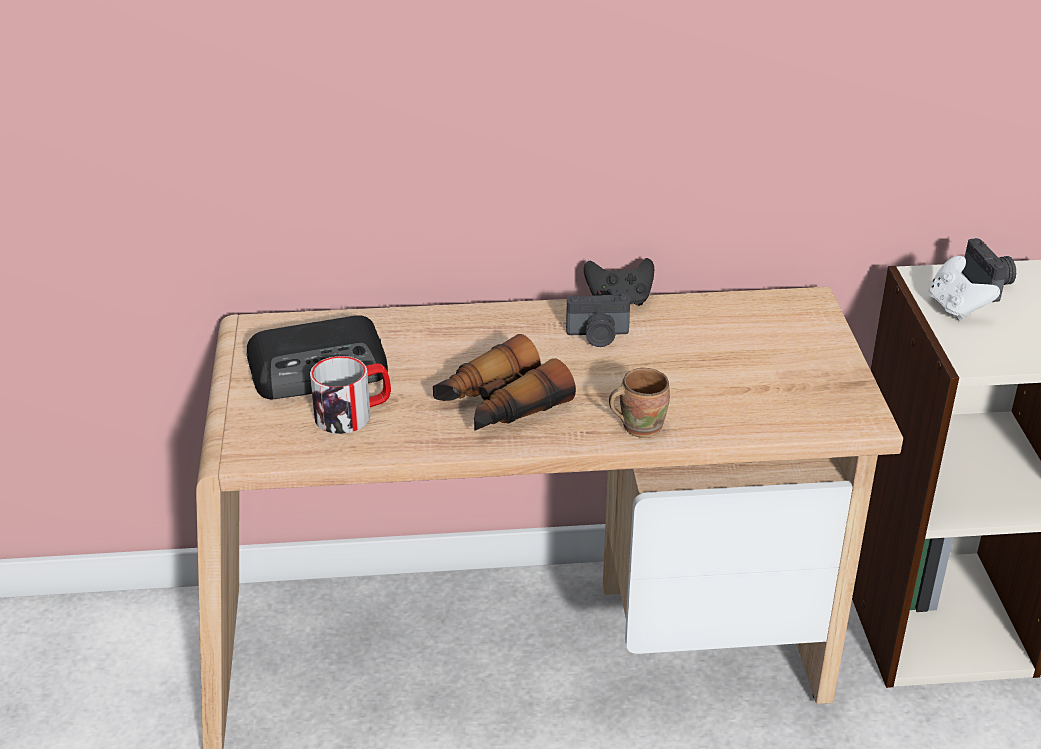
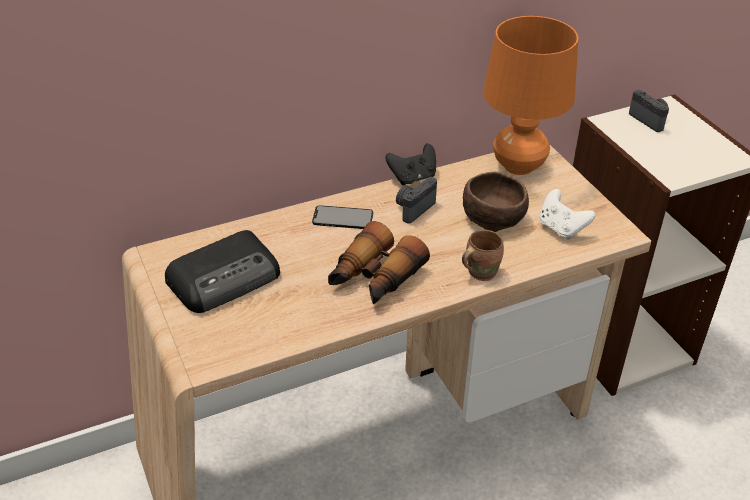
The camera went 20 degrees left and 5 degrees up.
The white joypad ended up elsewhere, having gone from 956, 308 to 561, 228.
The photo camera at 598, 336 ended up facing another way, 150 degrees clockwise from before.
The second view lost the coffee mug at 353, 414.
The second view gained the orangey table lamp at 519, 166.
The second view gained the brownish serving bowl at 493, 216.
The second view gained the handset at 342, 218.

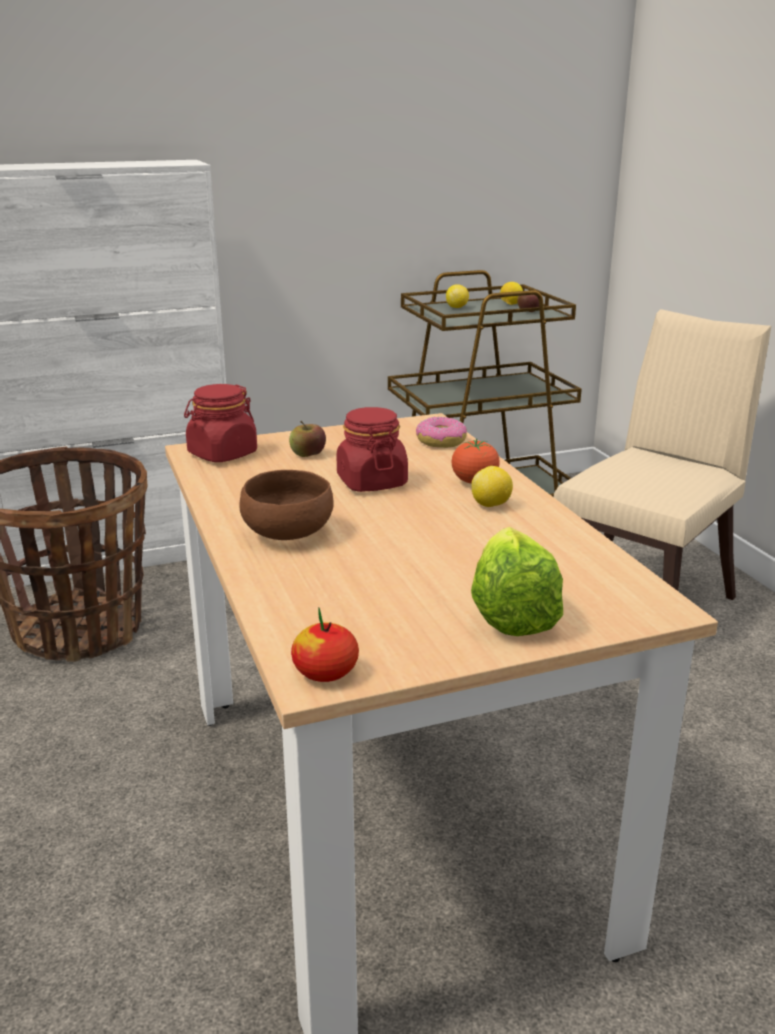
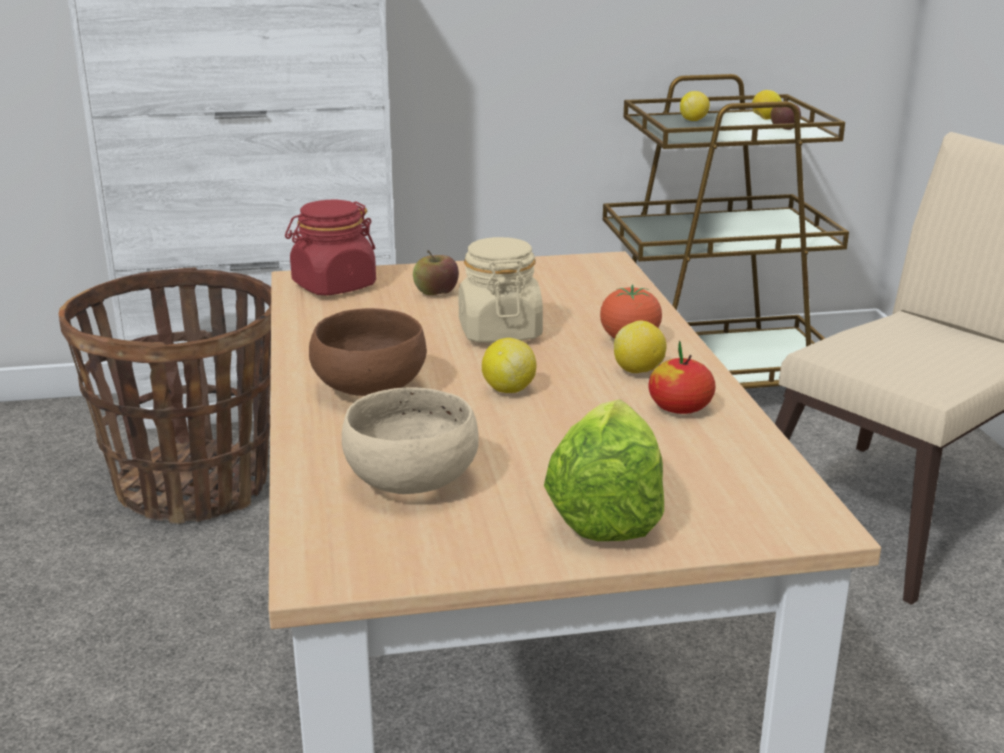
The camera went 10 degrees right and 0 degrees up.
What was the red-coloured preserve jar at 371, 482 turned into the beige preserve jar at 499, 332.
The second view lost the doughnut at 440, 441.
The whole apple ended up elsewhere, having gone from 325, 672 to 680, 408.
The second view gained the lemon at 508, 389.
The second view gained the beige serving bowl at 410, 479.

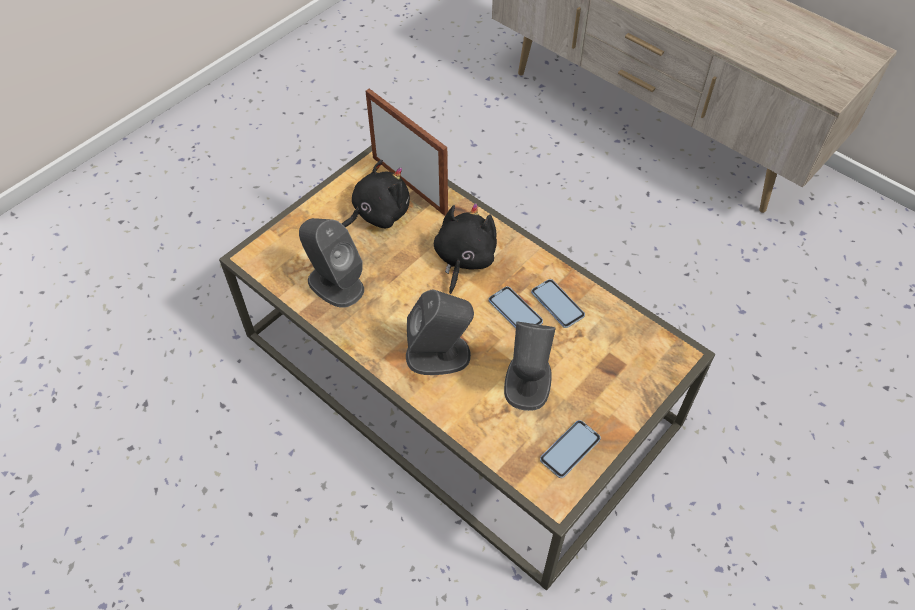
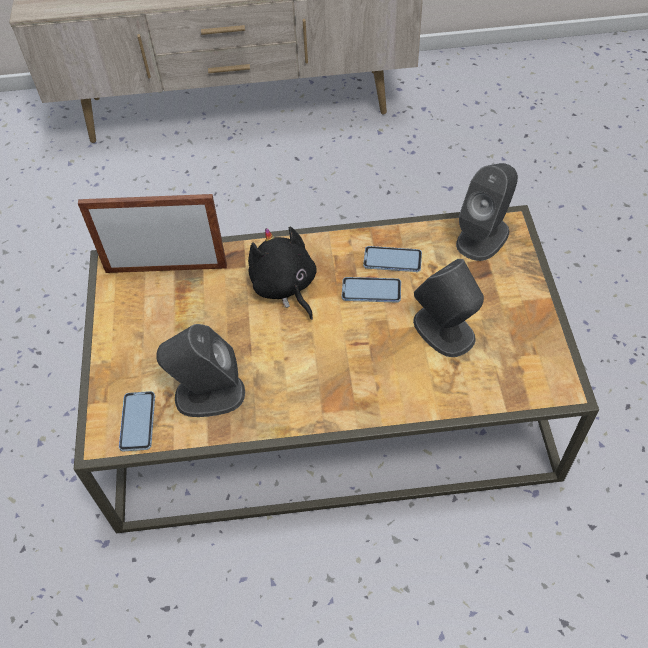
The camera went 45 degrees left and 0 degrees up.
The second view lost the black-coloured cuddly toy at 377, 214.
The greyish loudspeaker ended up elsewhere, having gone from 439, 355 to 483, 237.
The handset ended up elsewhere, having gone from 570, 449 to 138, 422.

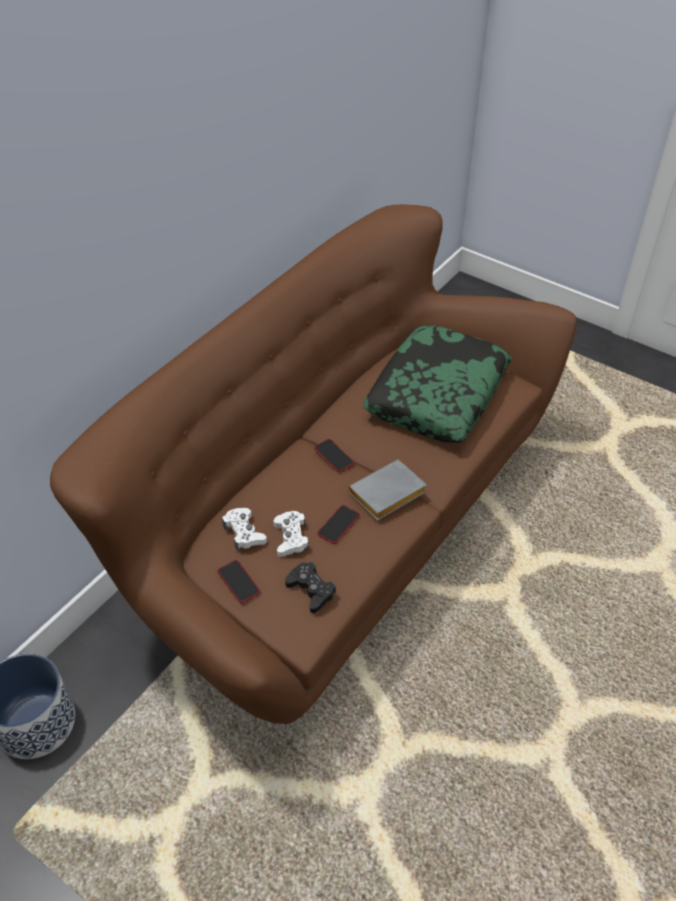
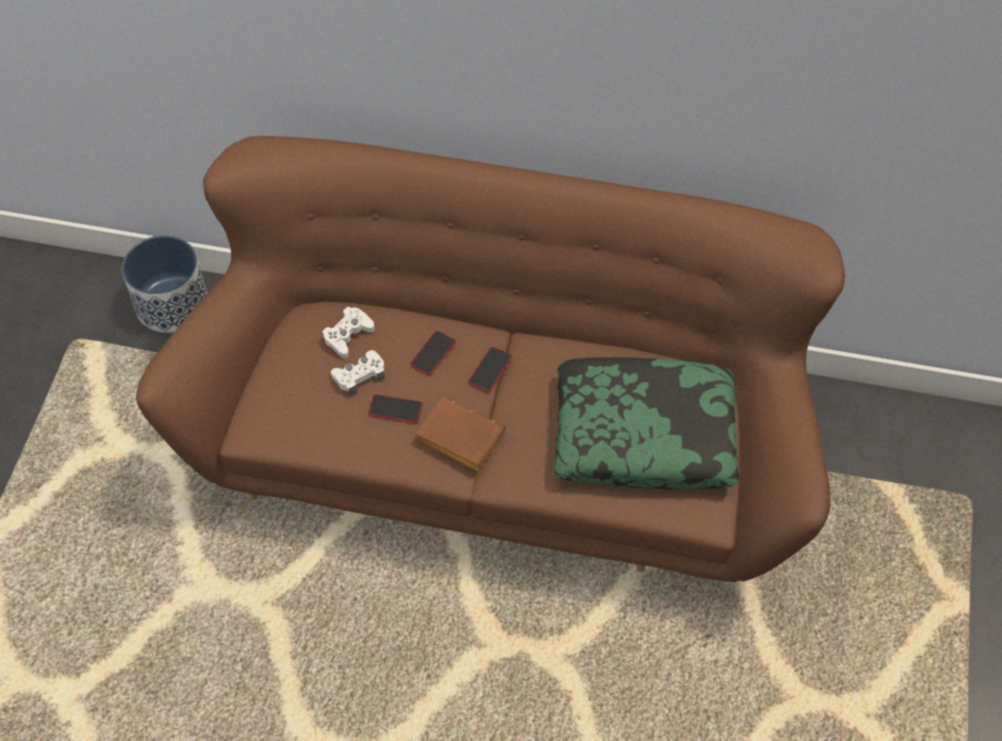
The camera went 65 degrees right and 10 degrees up.
What was the greyish volume at 387, 496 turned into the brownish volume at 456, 438.
The handset ended up elsewhere, having gone from 238, 582 to 433, 353.
The second view lost the black-coloured joypad at 311, 590.

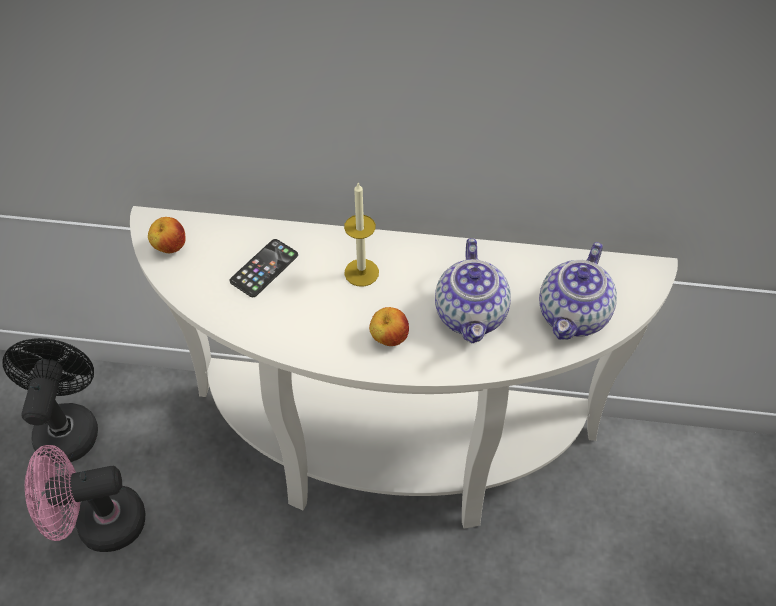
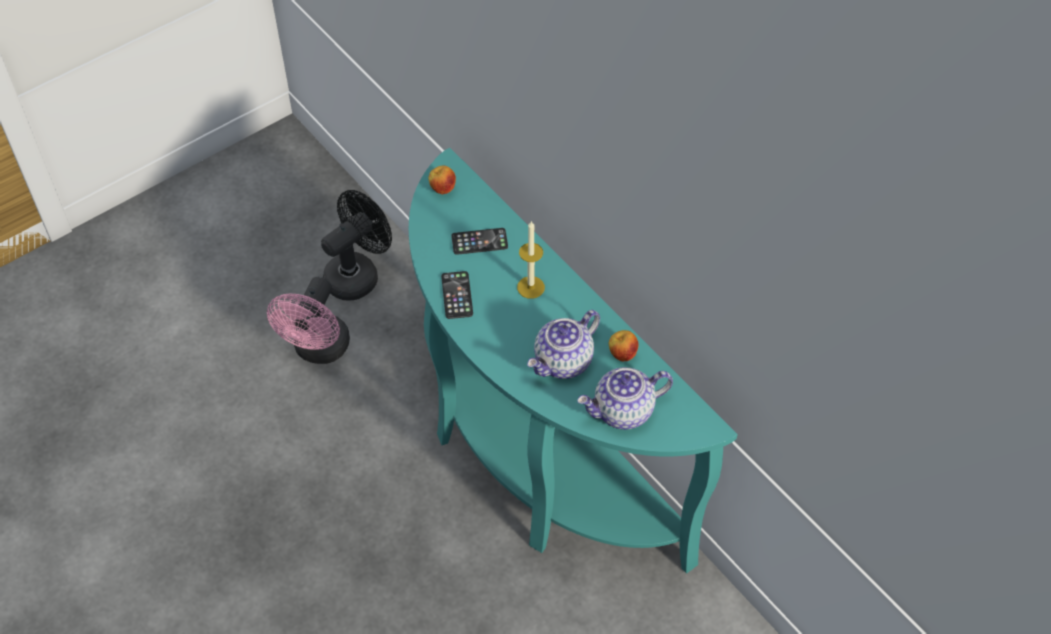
The camera went 45 degrees right and 0 degrees up.
What was the white narrow table at 389, 455 turned into the turquoise-coloured narrow table at 533, 459.
The whole apple ended up elsewhere, having gone from 389, 338 to 622, 354.
The pink fan at 99, 524 ended up facing another way, 105 degrees counterclockwise from before.
The second view gained the handset at 457, 295.

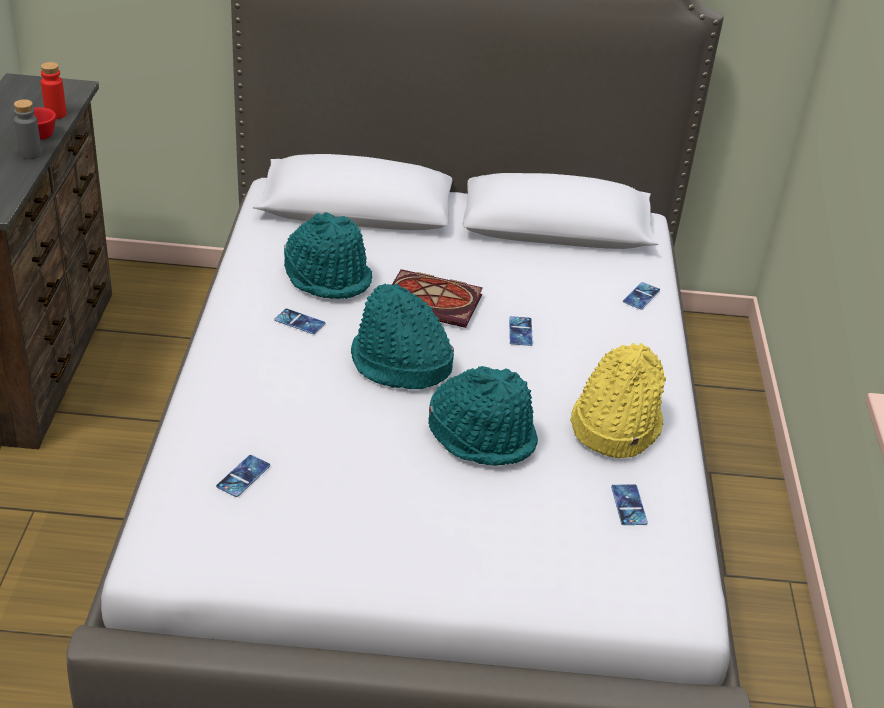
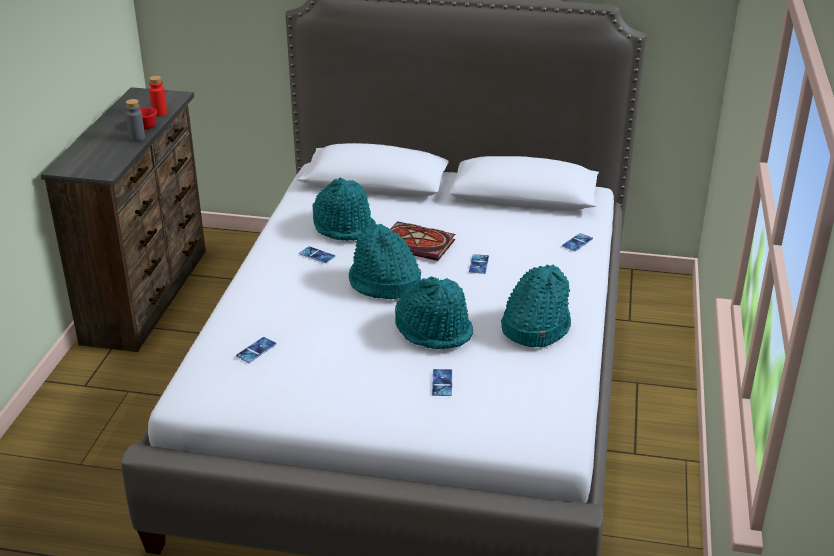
The camera went 10 degrees right and 5 degrees down.
What was the yellow clothing hat at 614, 425 turned into the turquoise-coloured clothing hat at 534, 326.
The handset ended up elsewhere, having gone from 629, 505 to 442, 383.

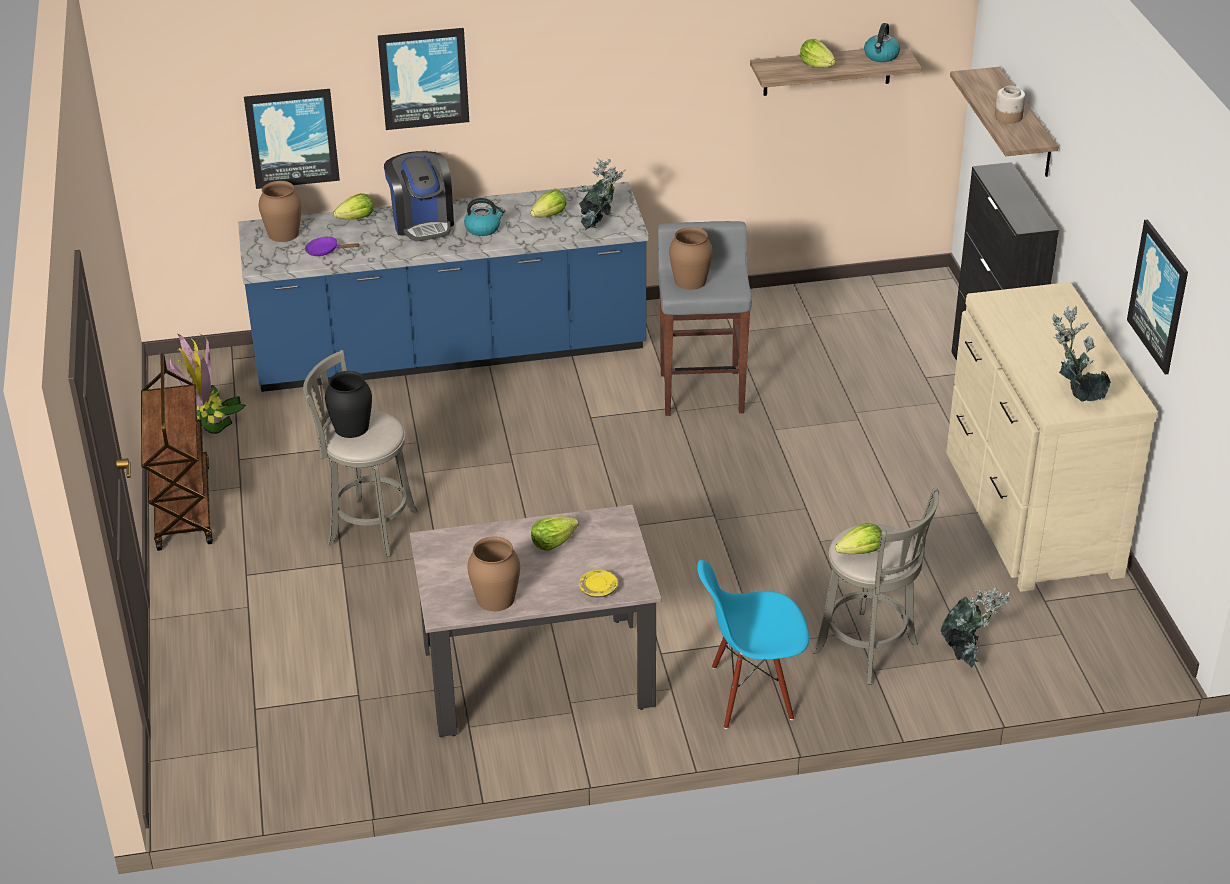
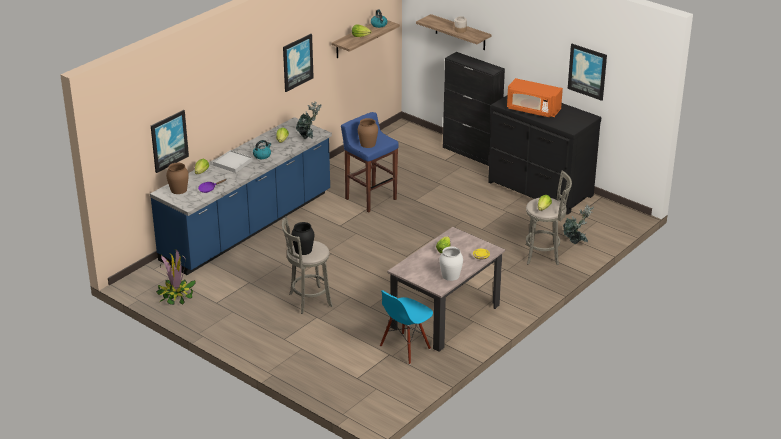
The camera went 40 degrees left and 5 degrees down.
The wall picture ended up elsewhere, having gone from 423, 78 to 297, 62.
Where the coffee machine stood at 422, 222, the white serving tray came to stand at 232, 163.
What was the greyish stool at 702, 392 turned into the blue stool at 370, 199.
What was the beige drawer chest at 1029, 515 turned into the black-coloured drawer chest at 539, 189.
The second view lost the plant in a pot at 1075, 397.
The second view lost the brownish wheeled cart at 182, 506.
What was the brownish decorative vase at 495, 598 turned into the white decorative vase at 450, 275.
The blue plain chair ended up elsewhere, having gone from 751, 694 to 405, 348.
The second view gained the orangey microwave at 533, 110.

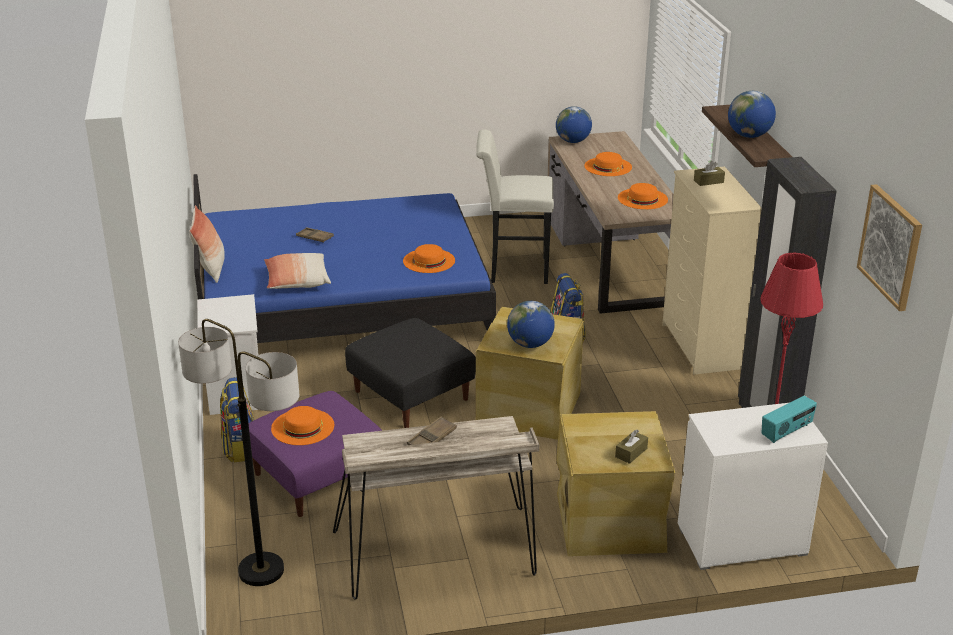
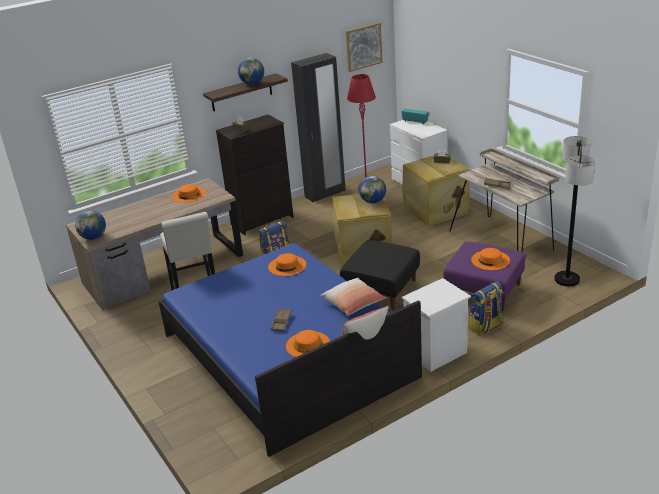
The camera went 110 degrees left and 0 degrees up.
The orangey clothing hat ended up elsewhere, having gone from 608, 166 to 308, 345.
What was the beige drawer chest at 700, 347 turned into the black-coloured drawer chest at 263, 221.

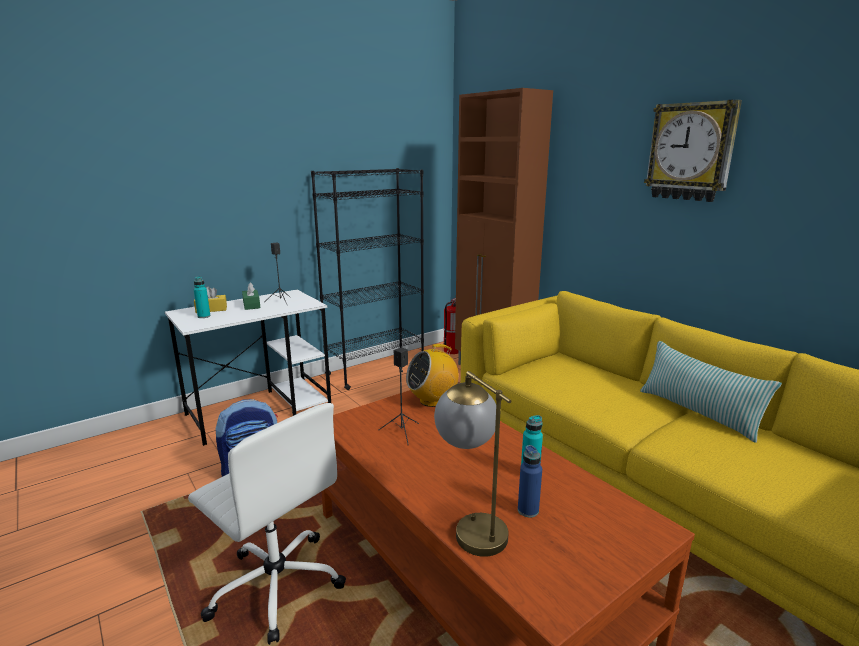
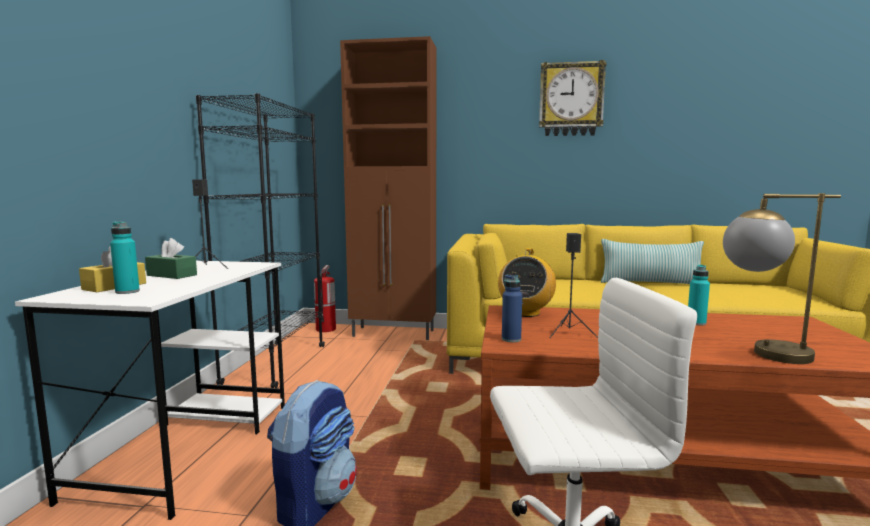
The camera went 45 degrees left and 10 degrees down.
The blue drink bottle ended up elsewhere, having gone from 528, 510 to 511, 339.

